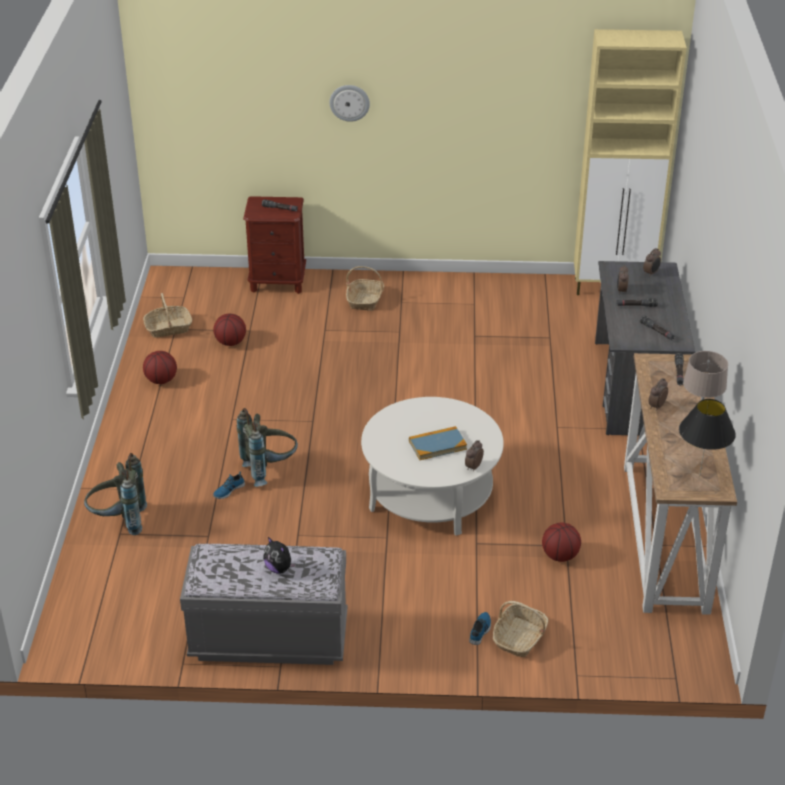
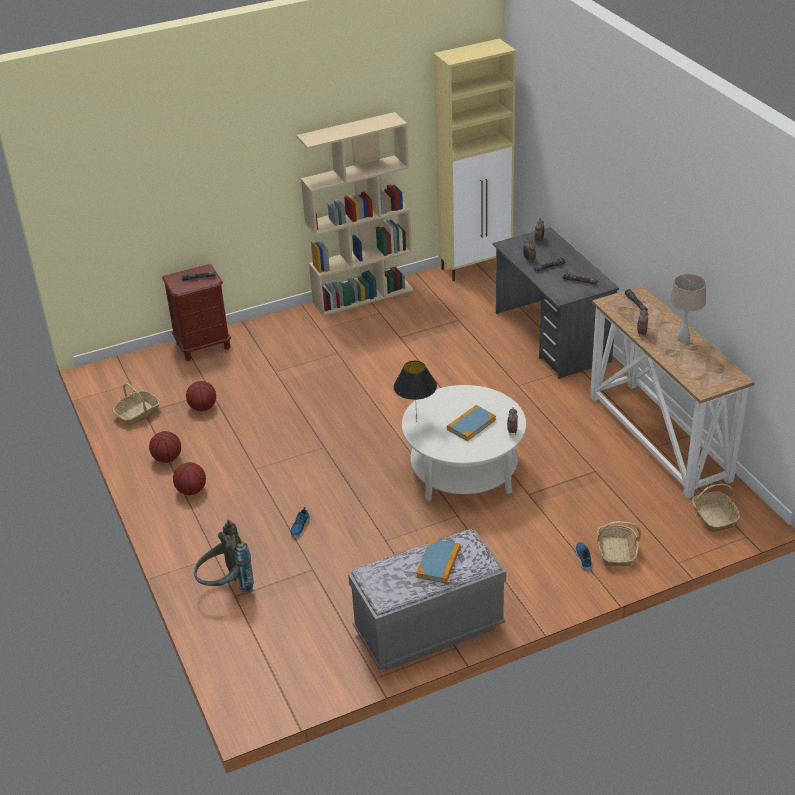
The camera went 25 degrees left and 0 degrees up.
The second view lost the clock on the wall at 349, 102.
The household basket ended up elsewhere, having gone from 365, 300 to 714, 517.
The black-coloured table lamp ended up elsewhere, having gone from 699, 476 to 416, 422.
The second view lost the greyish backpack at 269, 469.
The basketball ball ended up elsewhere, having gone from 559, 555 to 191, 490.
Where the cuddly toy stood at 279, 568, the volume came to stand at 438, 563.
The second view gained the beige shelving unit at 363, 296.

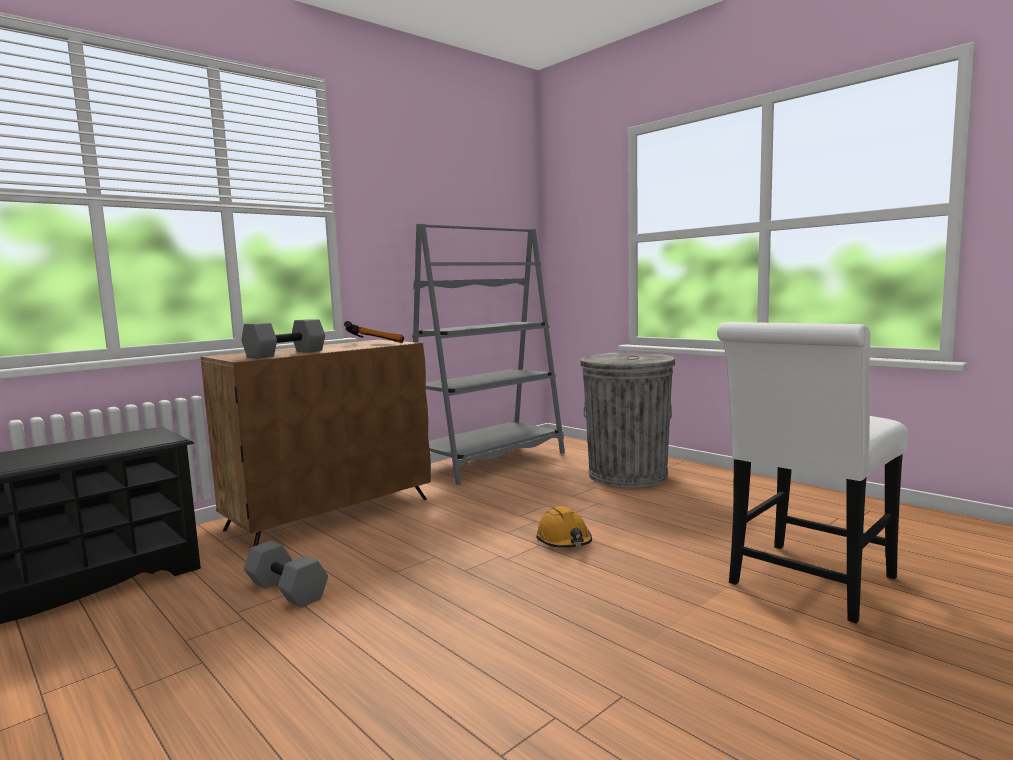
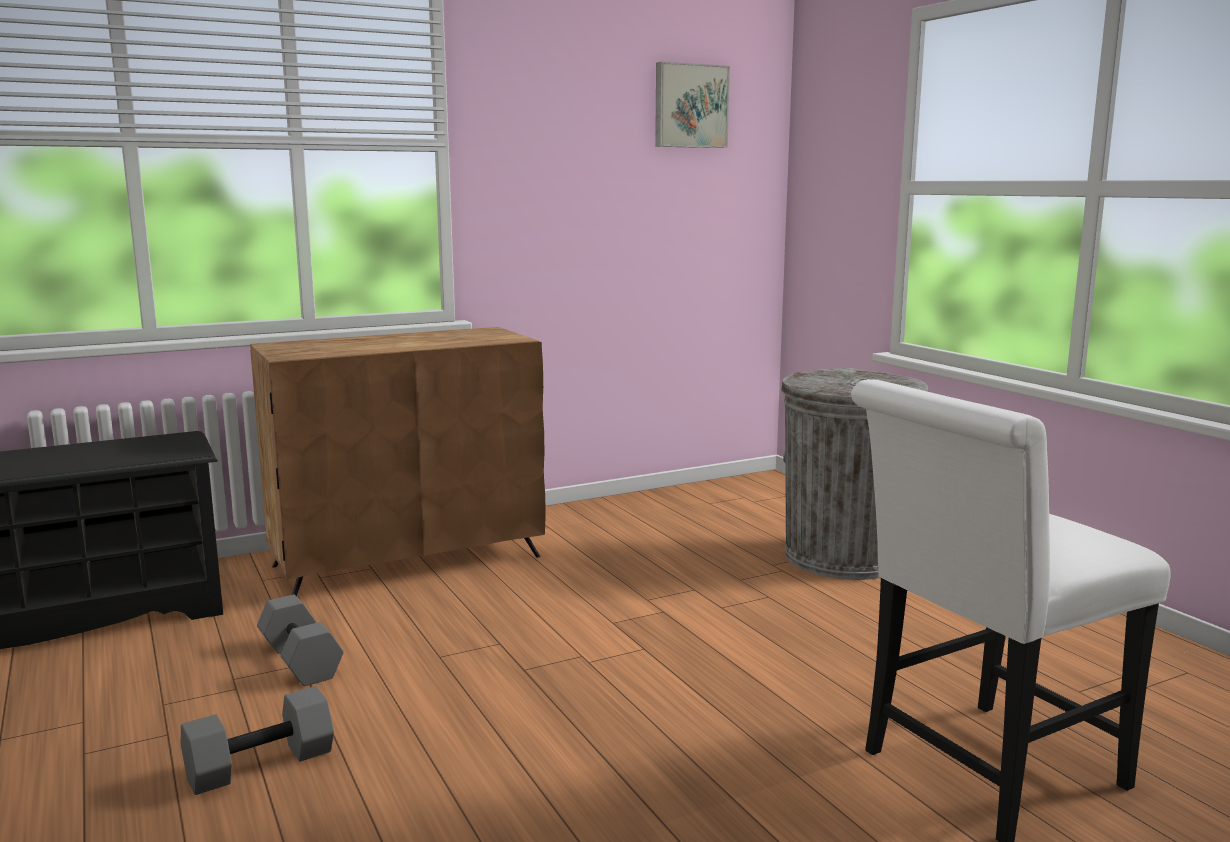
The camera went 15 degrees right and 5 degrees up.
The second view lost the greyish shelving unit at 490, 462.
The greyish hand weight ended up elsewhere, having gone from 285, 354 to 259, 766.
The second view lost the tool hammer at 376, 343.
The second view lost the orangey work helmet at 564, 541.
The second view gained the wall picture at 690, 106.

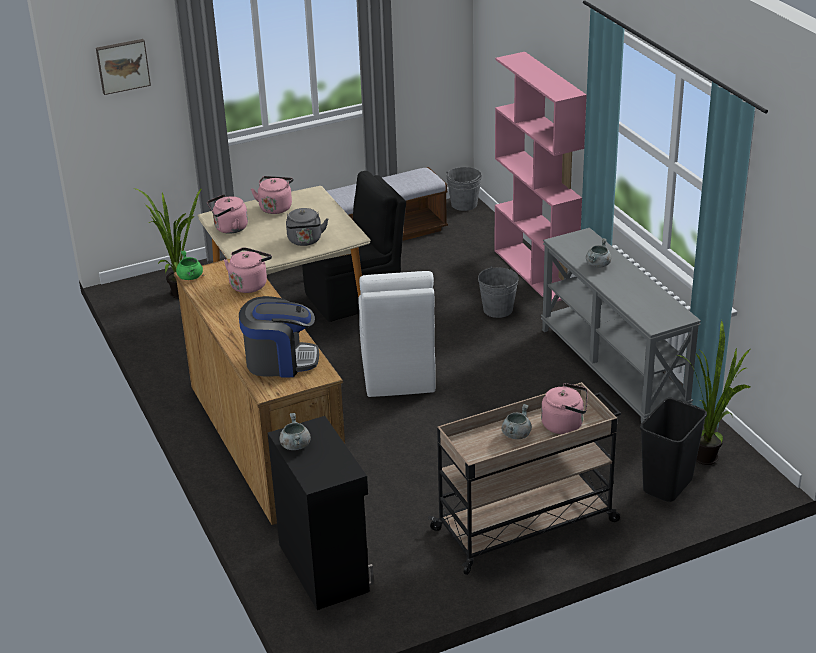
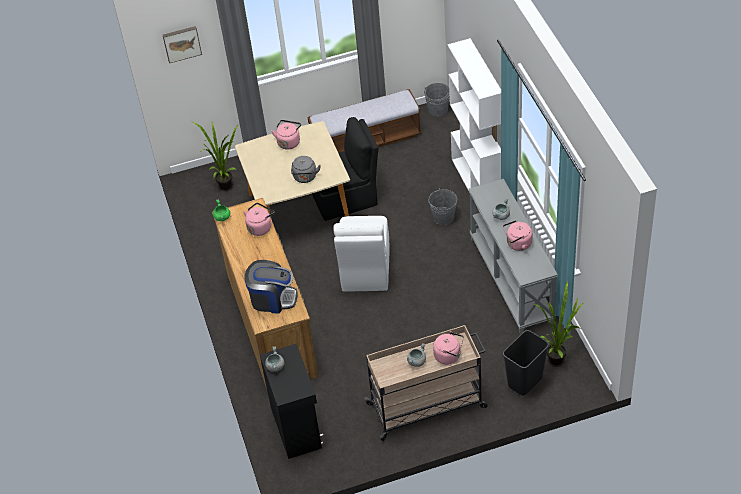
The camera went 10 degrees right and 15 degrees up.
What was the pink shelving unit at 536, 272 turned into the white shelving unit at 477, 183.
The pink water kettle ended up elsewhere, having gone from 229, 228 to 517, 244.

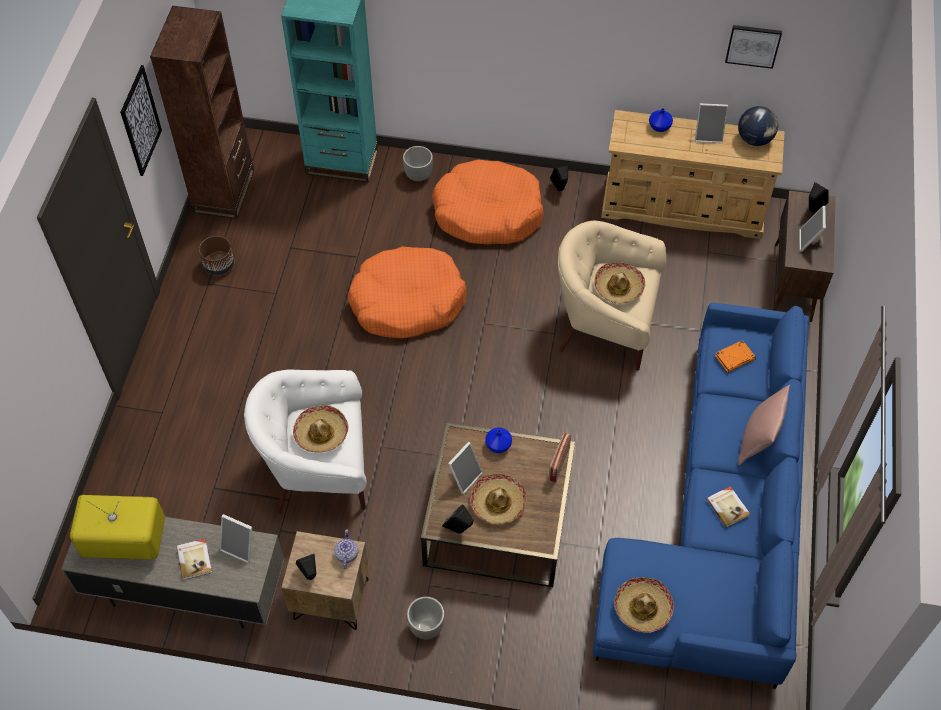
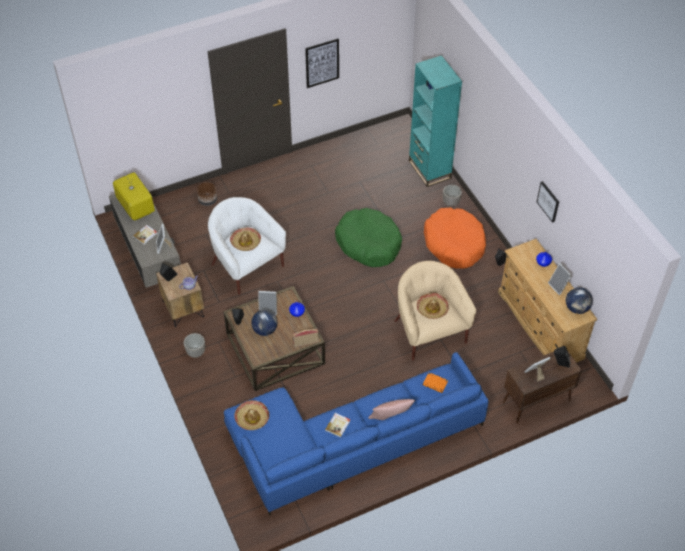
The camera went 55 degrees right and 5 degrees down.
The second view lost the brownish shelving unit at 224, 191.
The wall picture ended up elsewhere, having gone from 753, 45 to 548, 201.
The brownish plant pot ended up elsewhere, having gone from 219, 265 to 208, 200.
What was the orangey pet bed at 407, 302 turned into the green pet bed at 368, 243.
Where the clothing hat stood at 498, 502, the globe came to stand at 265, 330.

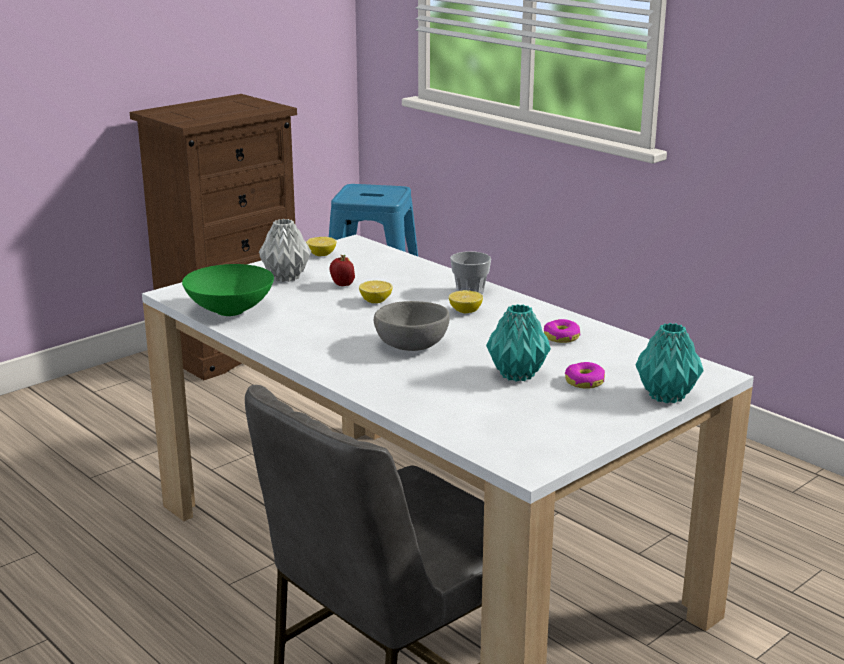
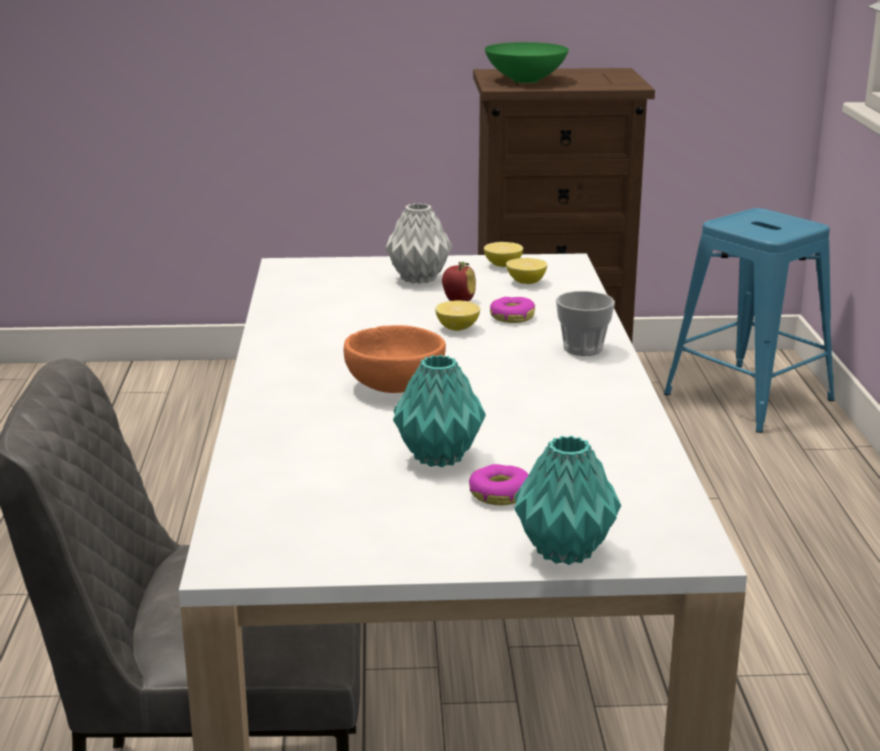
The camera went 40 degrees right and 0 degrees up.
The green serving bowl ended up elsewhere, having gone from 230, 310 to 526, 80.
The lemon ended up elsewhere, having gone from 465, 311 to 526, 282.
What was the greyish serving bowl at 412, 346 turned into the orangey serving bowl at 393, 387.
The doughnut ended up elsewhere, having gone from 561, 337 to 512, 317.

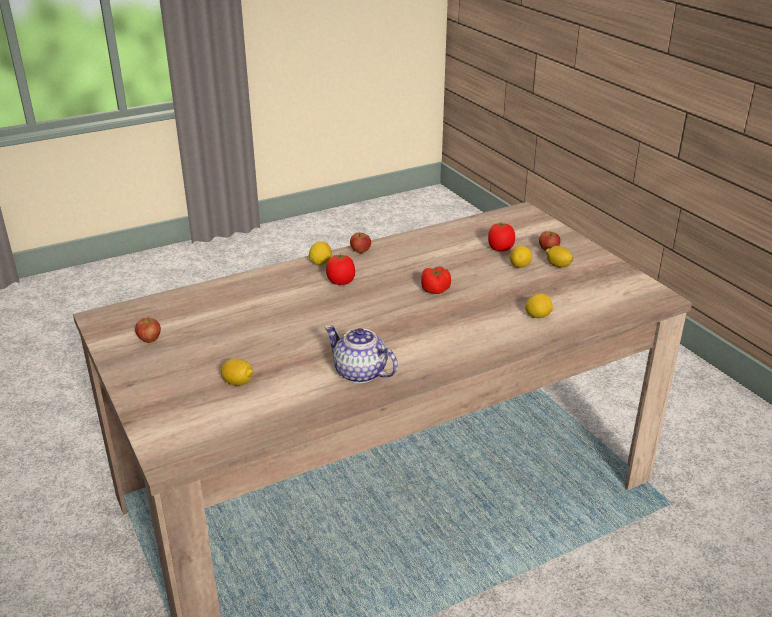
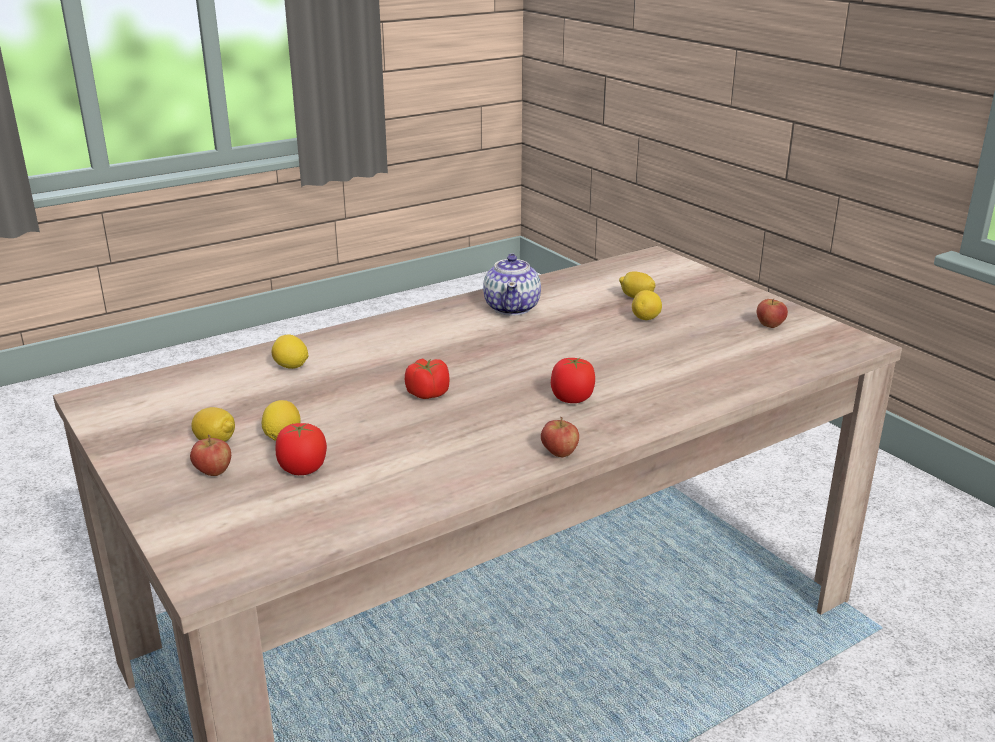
The camera went 175 degrees right and 5 degrees down.
The lemon ended up elsewhere, having gone from 320, 263 to 646, 319.
The pot for tea at 360, 373 ended up facing another way, 60 degrees clockwise from before.

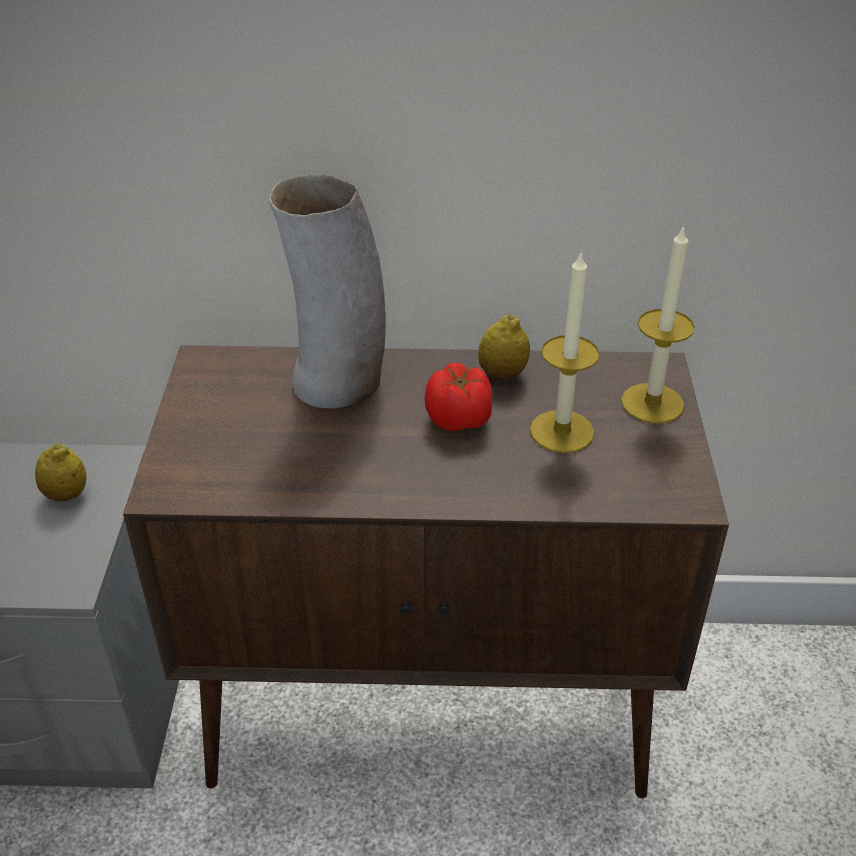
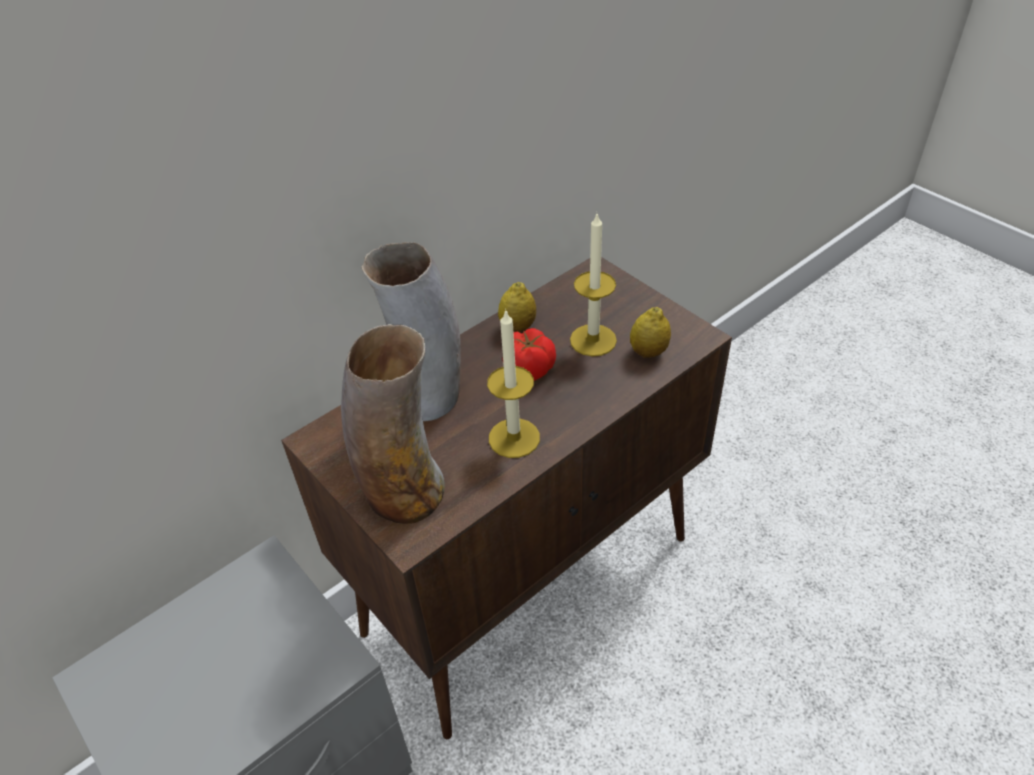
The camera went 40 degrees left and 5 degrees up.
The wax candle ended up elsewhere, having gone from 652, 403 to 514, 438.
The lemon ended up elsewhere, having gone from 66, 495 to 648, 352.
The second view gained the decorative vase at 404, 491.

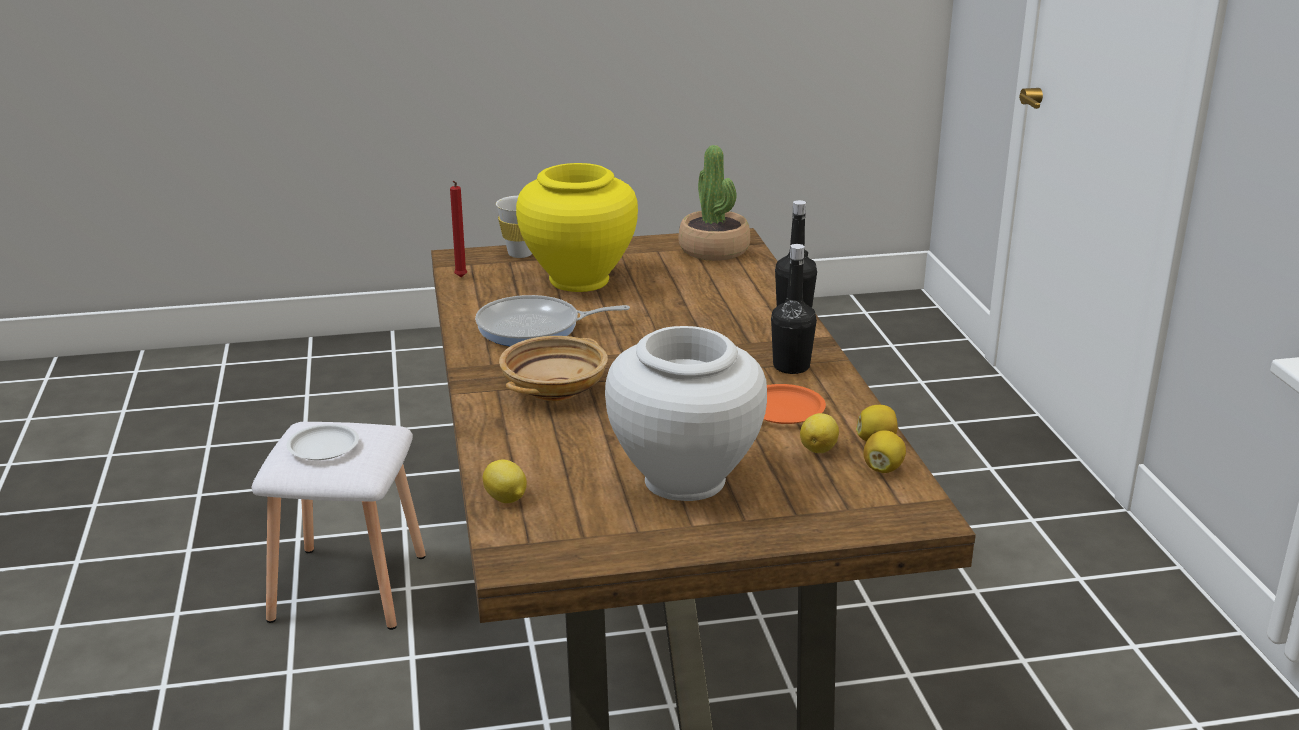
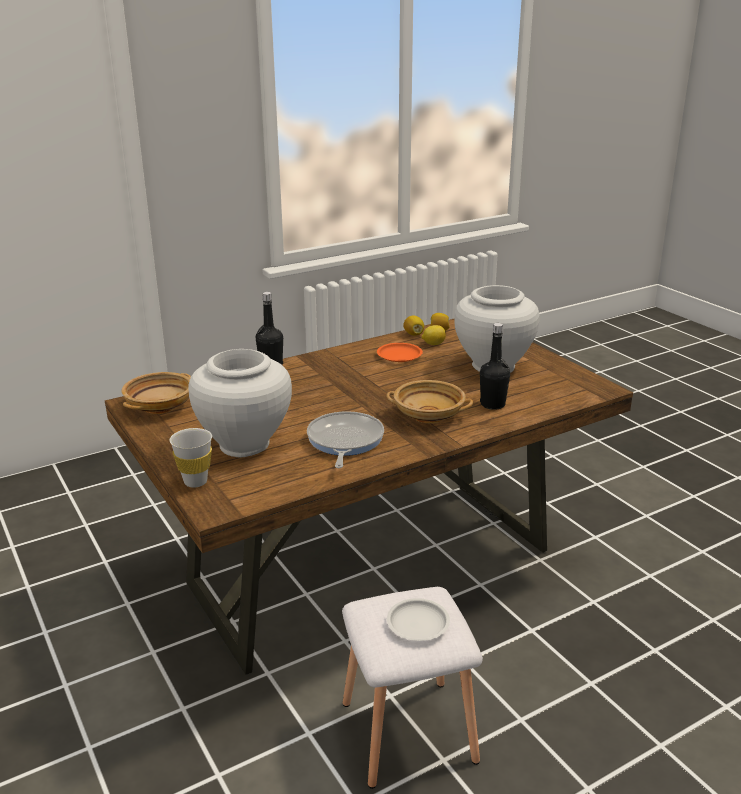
The camera went 110 degrees left and 0 degrees up.
Where the plant in a pot stood at 714, 250, the beige serving bowl came to stand at 160, 406.
What was the yellow decorative vase at 579, 280 turned into the white decorative vase at 244, 444.
The second view lost the red-coloured wax candle at 460, 278.
The black-coloured drink bottle ended up elsewhere, having gone from 791, 366 to 492, 404.
The frying pan at 534, 328 ended up facing another way, 150 degrees counterclockwise from before.
The second view lost the lemon at 506, 499.

